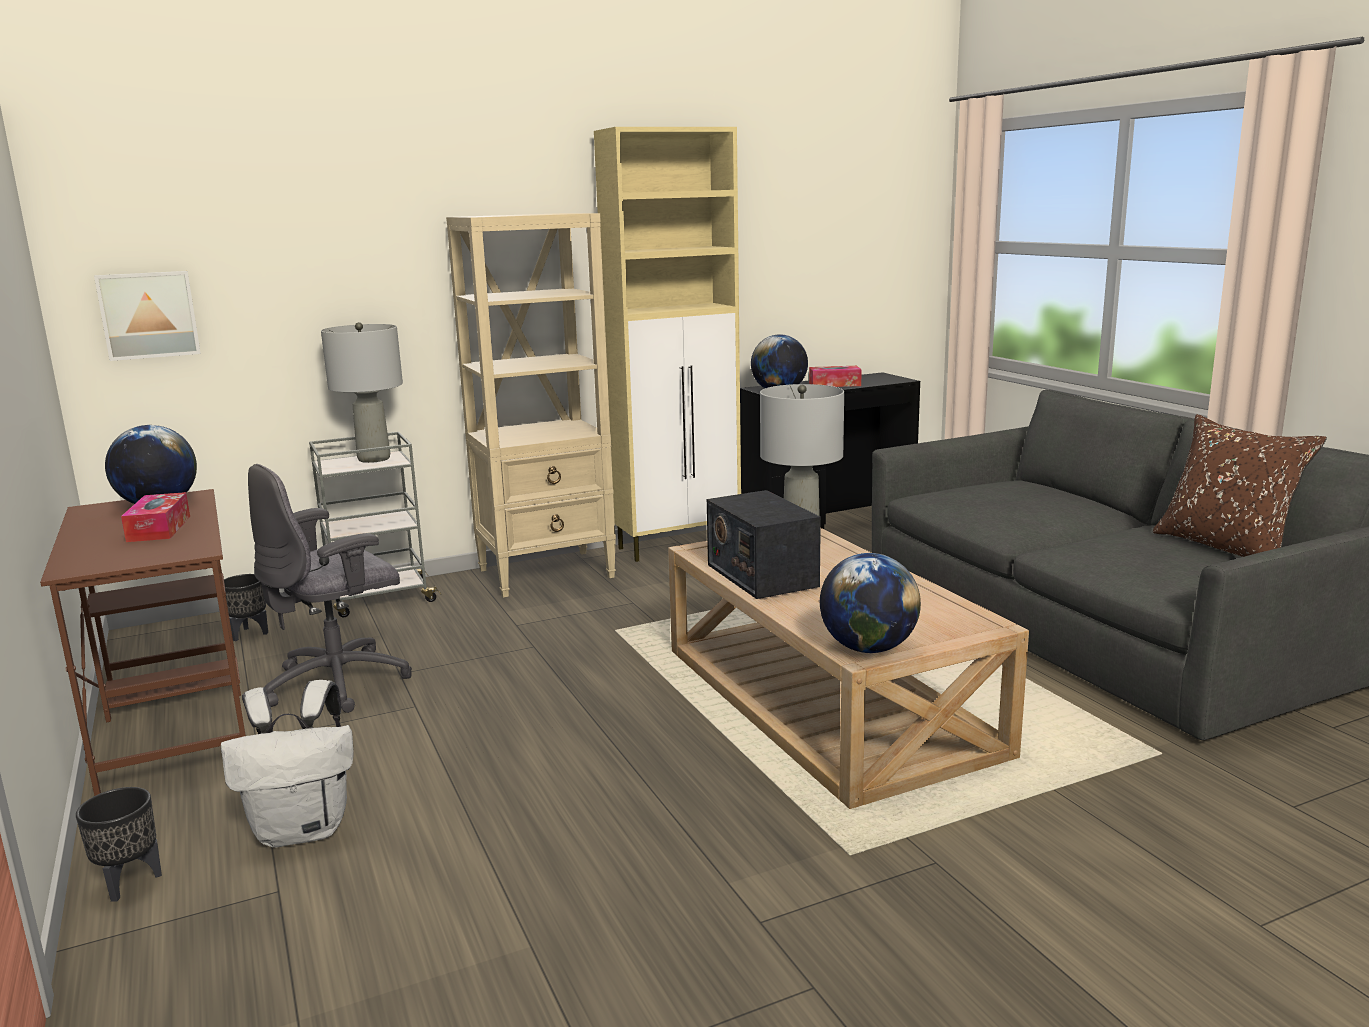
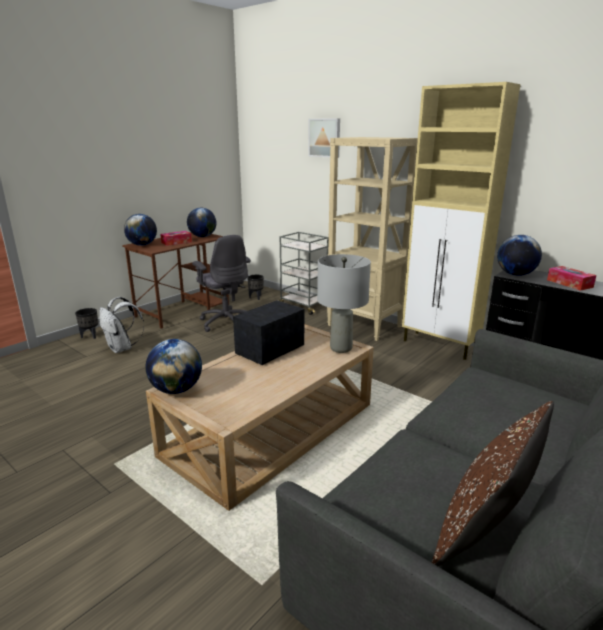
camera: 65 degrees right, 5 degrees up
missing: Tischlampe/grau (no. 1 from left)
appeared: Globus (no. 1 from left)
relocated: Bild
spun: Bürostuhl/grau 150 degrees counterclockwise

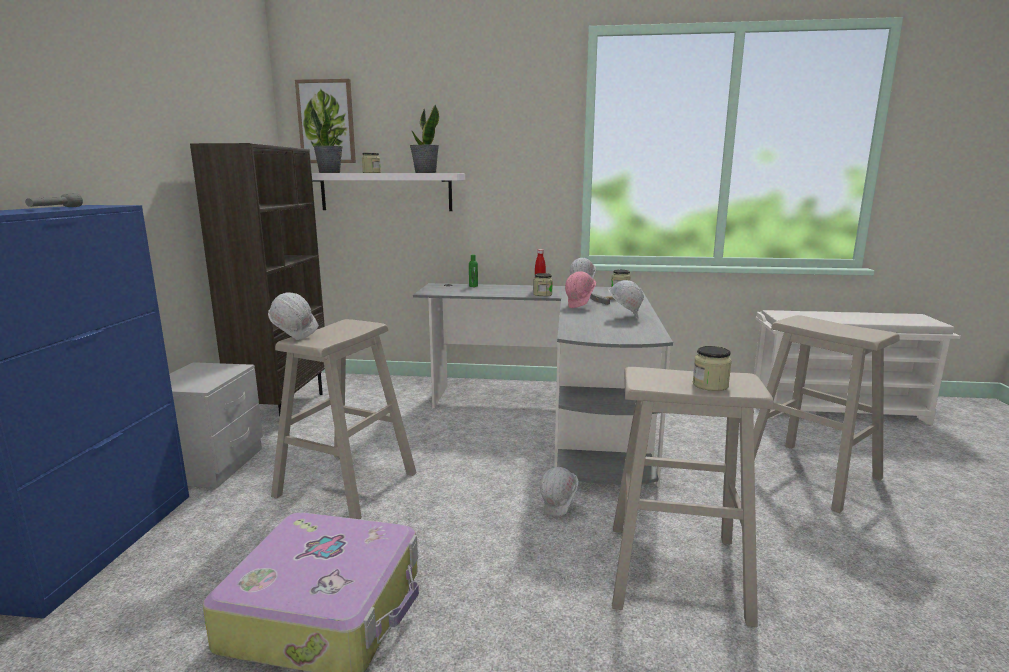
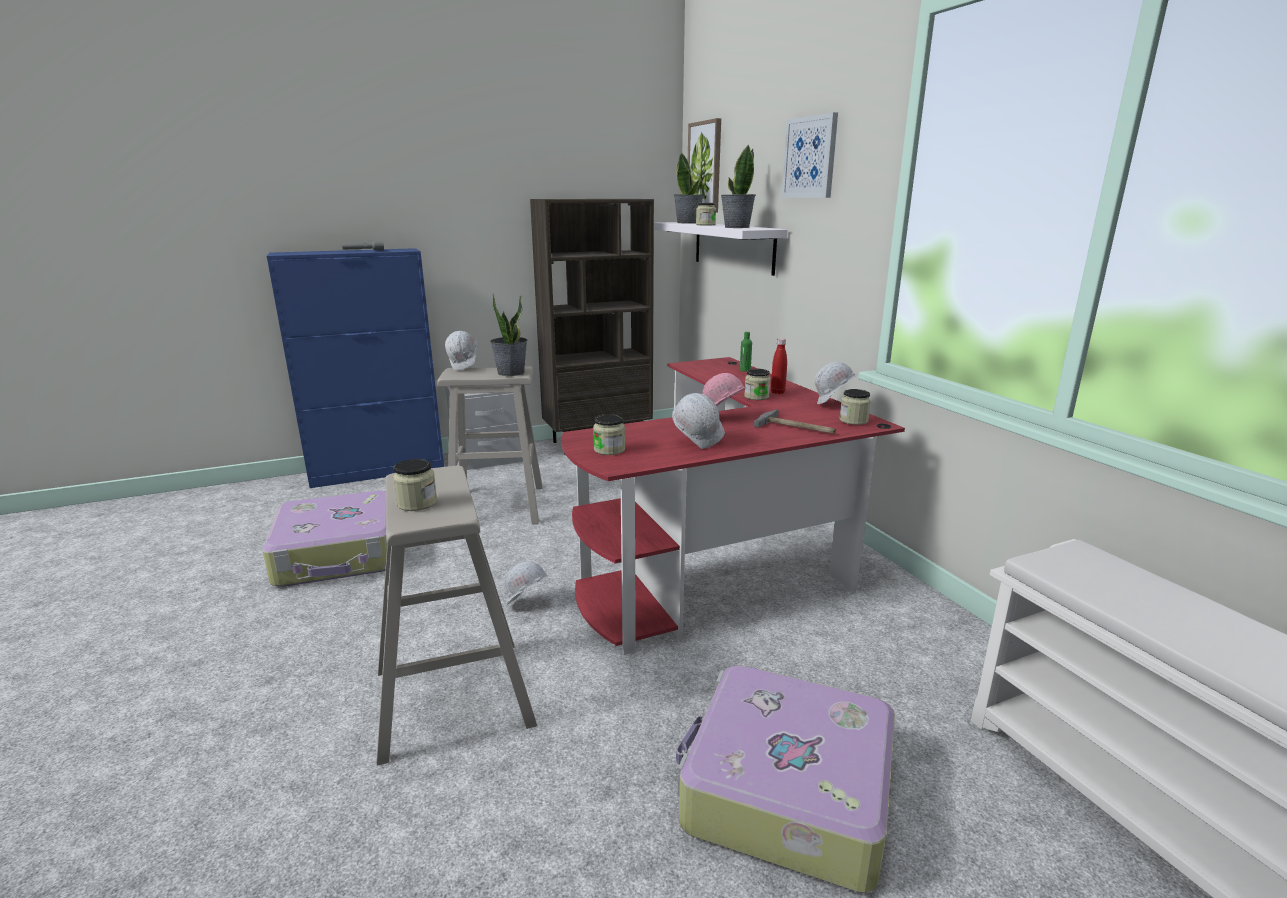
camera: 60 degrees right, 5 degrees up
appeared: Topfpflanze (no. 1 from left); Vorratsglas (no. 2 from left); Bild (no. 2 from left)
exchanged: Hocker/beige (no. 3 from left) to Koffer (no. 2 from left)
colour: Schreibtisch/grau to Schreibtisch/rot

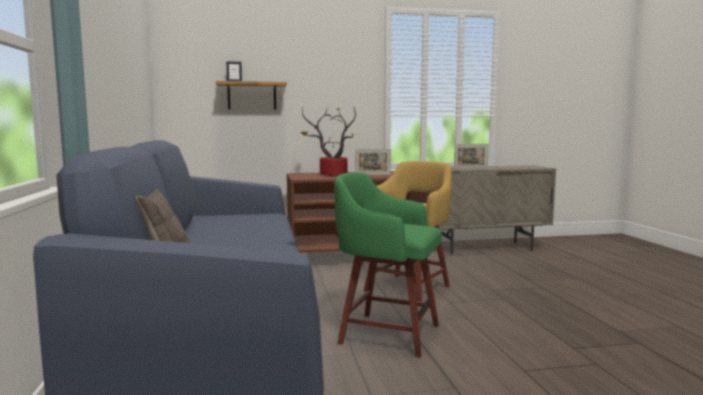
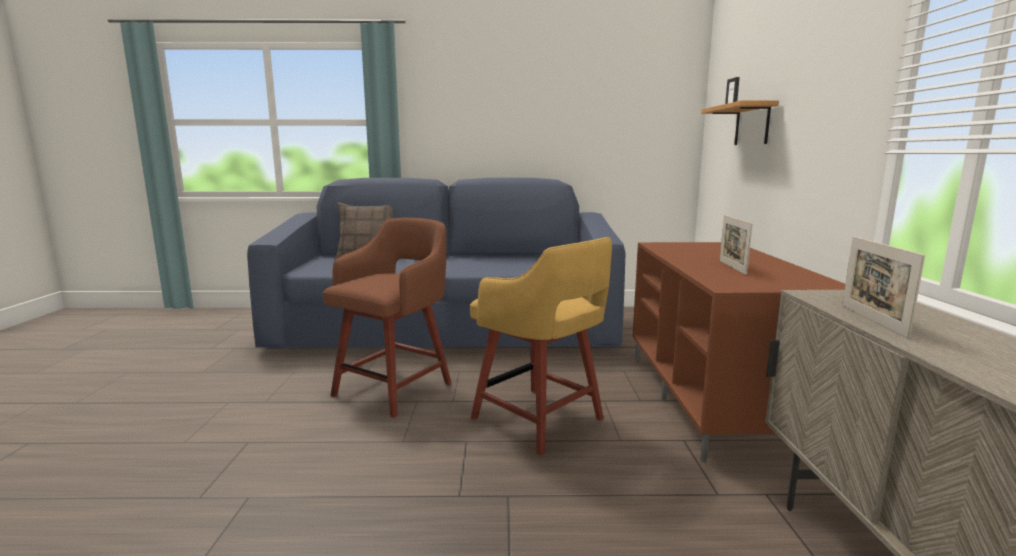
camera: 100 degrees right, 5 degrees up
missing: Topfpflanze
colour: Hocker/grün to Hocker/braun

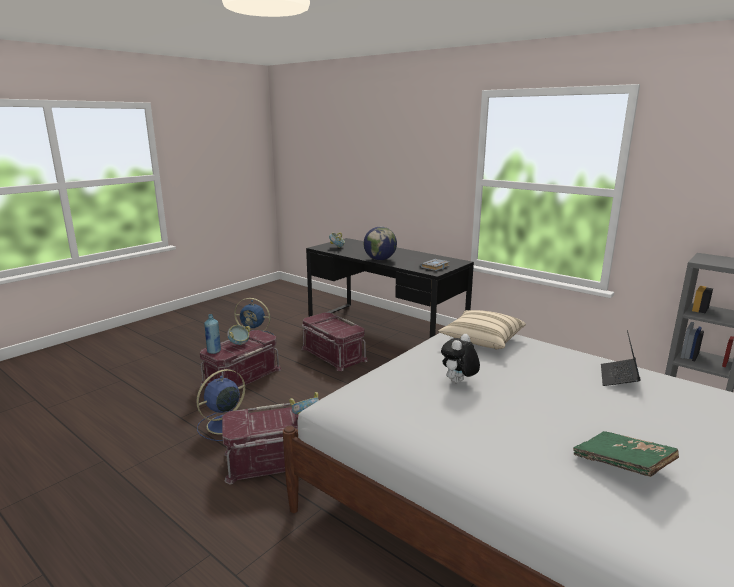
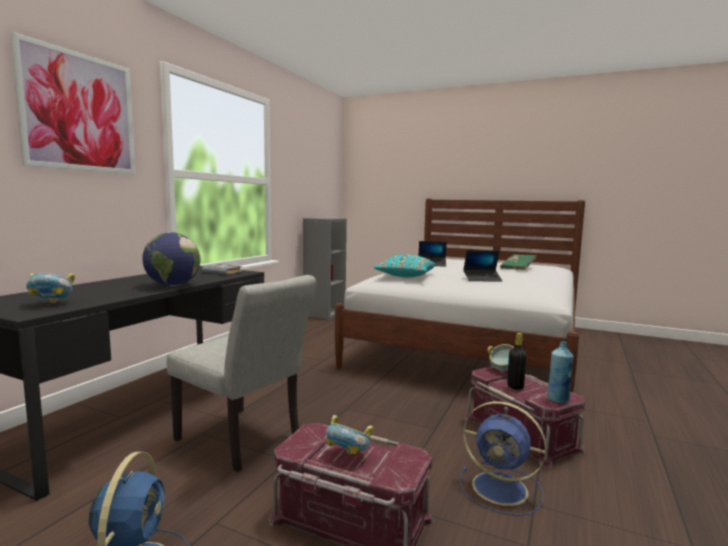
camera: 105 degrees left, 10 degrees down
appeared: Bild; Flasche/schwarz
relocated: Flasche/blau
exchanged: Aufbewahrungsbox/rot (no. 3 from left) to Stuhl/grau; Plüschtier to Laptop (no. 2 from left)
colour: Kissen/beige to Kissen/türkis

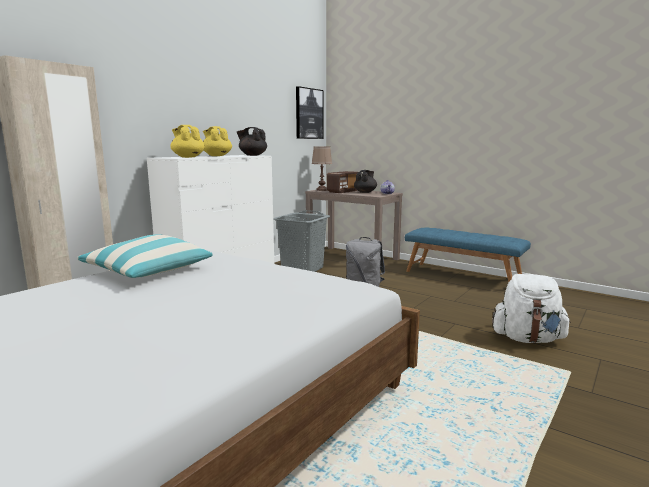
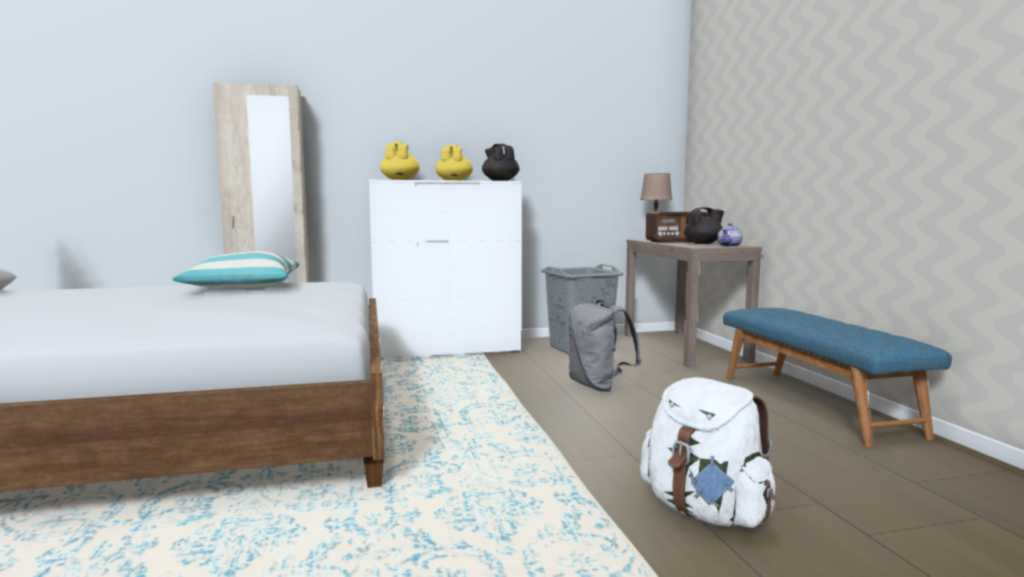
camera: 40 degrees right, 5 degrees down
missing: Bild

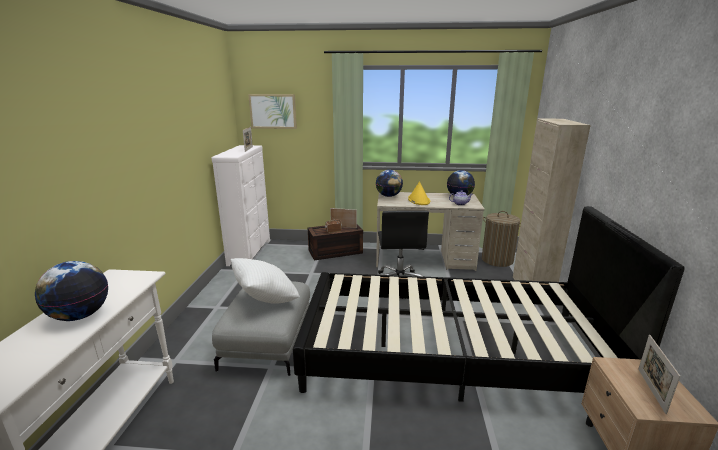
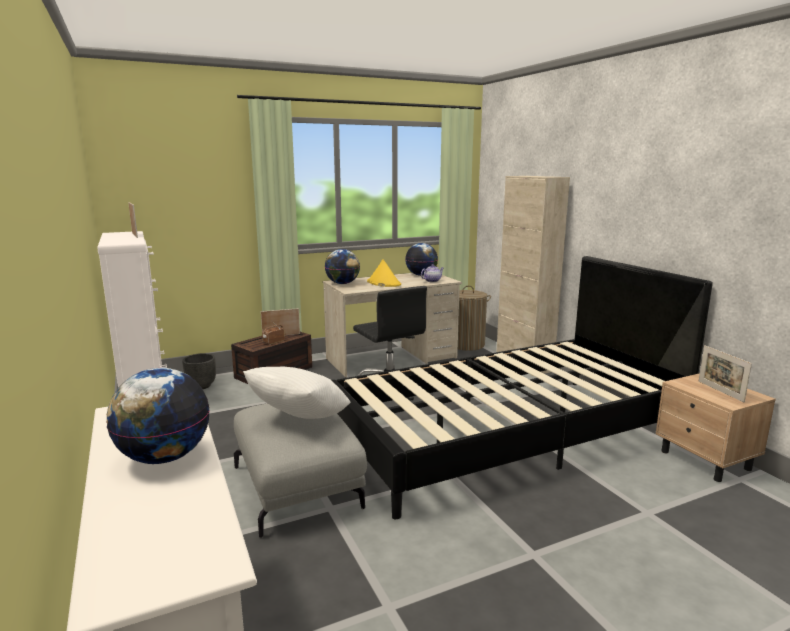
camera: 30 degrees left, 5 degrees down
missing: Bild
appeared: Pflanzkübel/schwarz

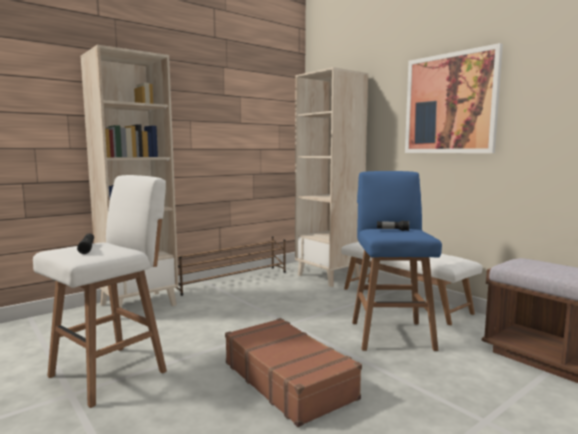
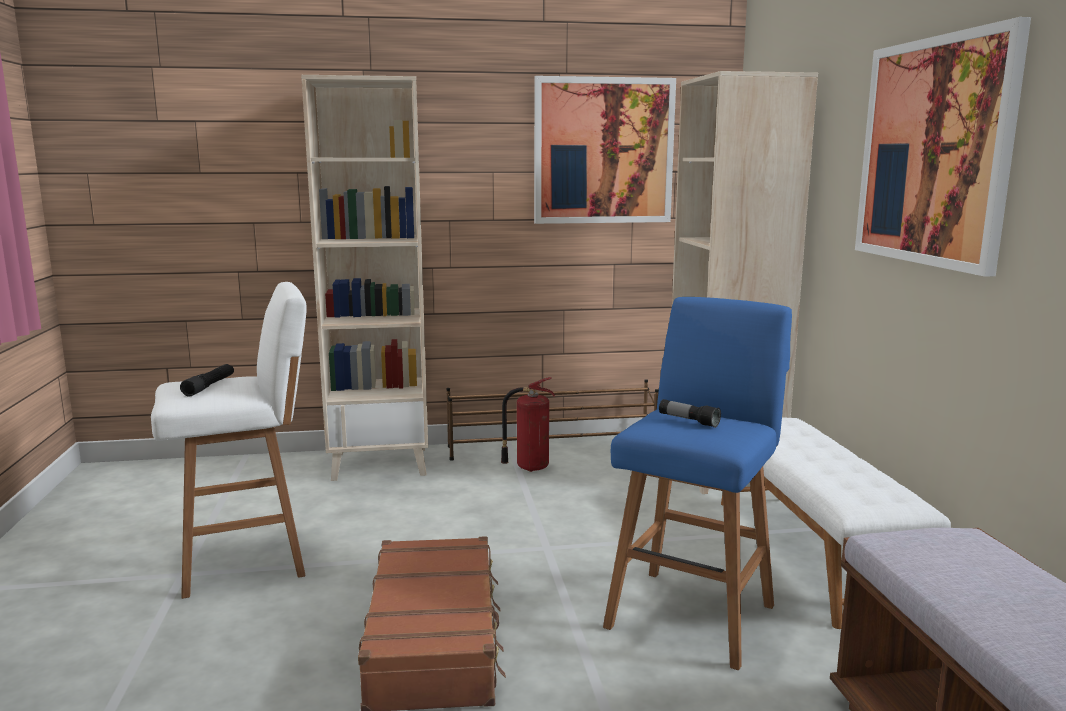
camera: 30 degrees right, 5 degrees up
appeared: Feuerlöscher; Bild (no. 1 from left)

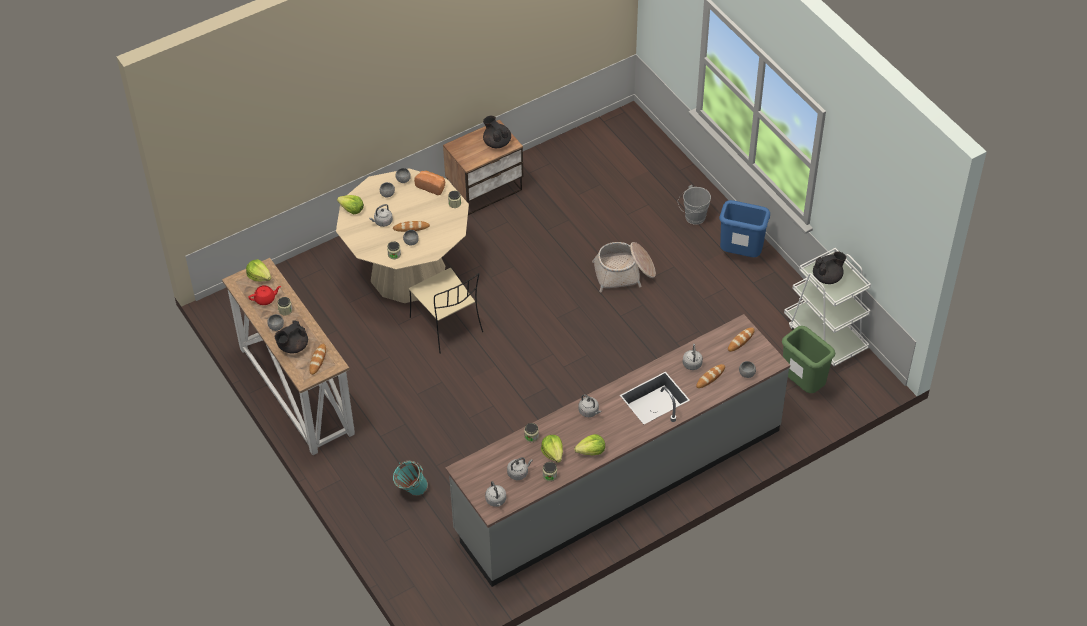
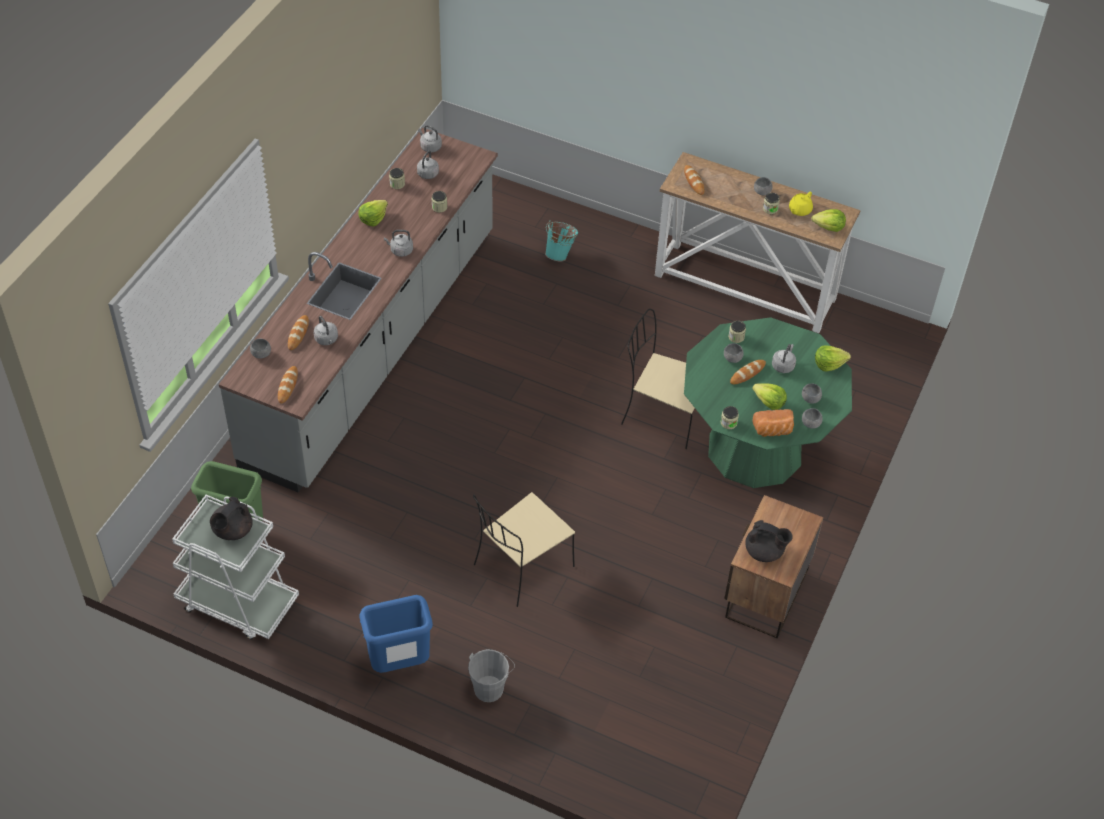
camera: 145 degrees right, 0 degrees up
missing: Teekanne/schwarz (no. 1 from left)
relocated: Salatkopf (no. 3 from left in the first image) to Salatkopf (no. 2 from left)
exchanged: Korb to Stuhl/beige (no. 1 from left)
colour: Teekanne/rot to Teekanne/gelb; Esstisch/beige to Esstisch/grün

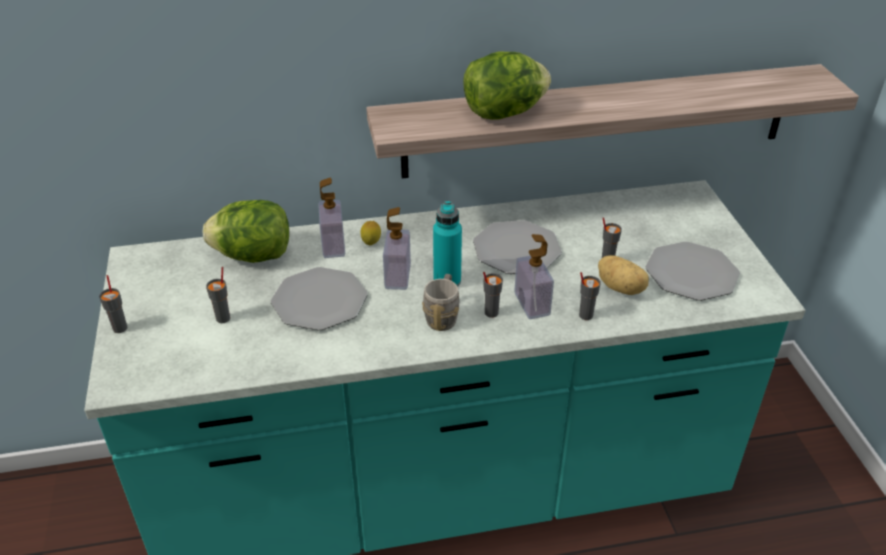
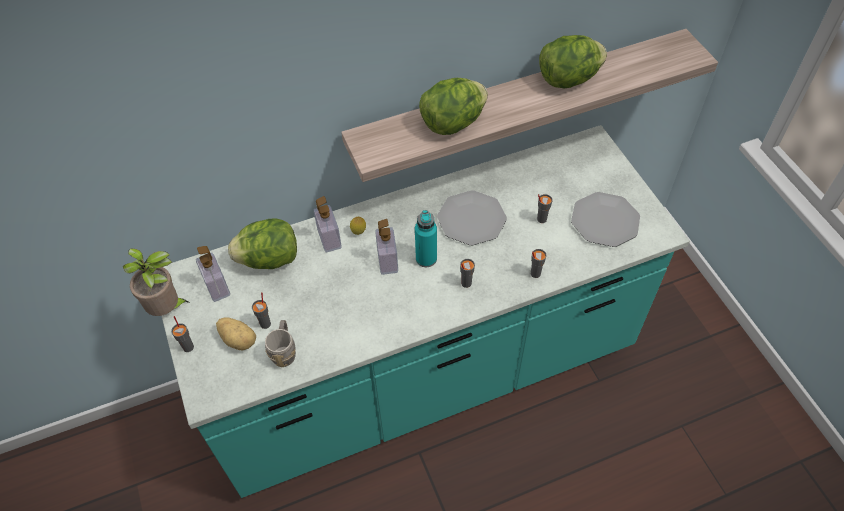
camera: 10 degrees left, 15 degrees up
missing: Teller (no. 1 from left)
appeared: Topfpflanze; Salatkopf (no. 3 from left)
relocated: Henkelbecher/grau; Seifenspender (no. 3 from left in the first image) to Seifenspender (no. 1 from left); Kartoffel

